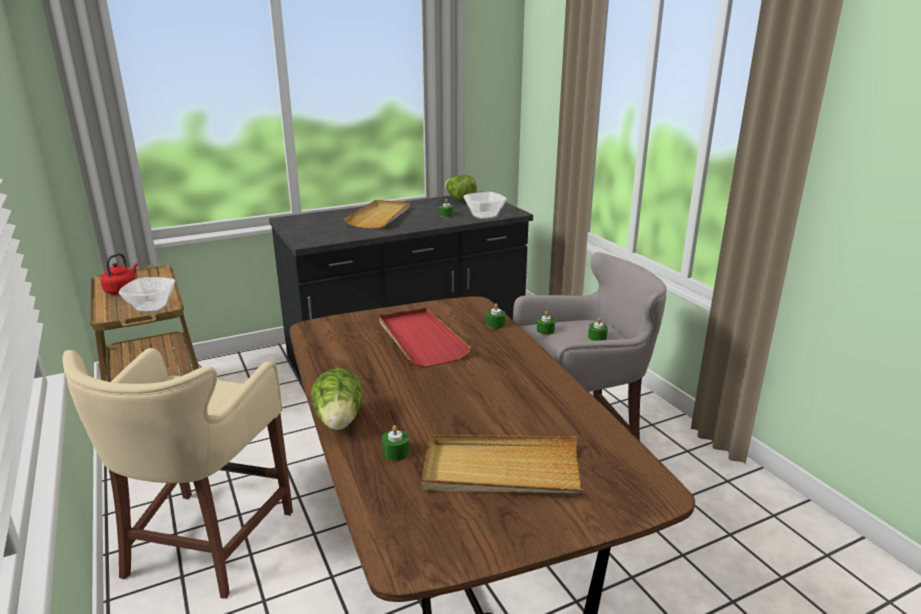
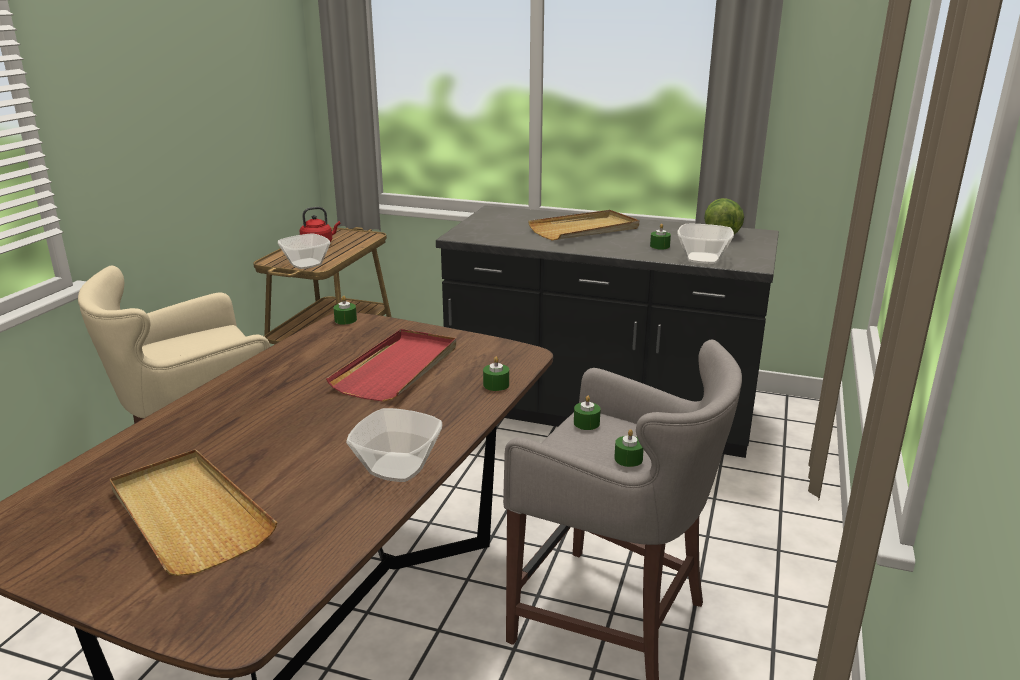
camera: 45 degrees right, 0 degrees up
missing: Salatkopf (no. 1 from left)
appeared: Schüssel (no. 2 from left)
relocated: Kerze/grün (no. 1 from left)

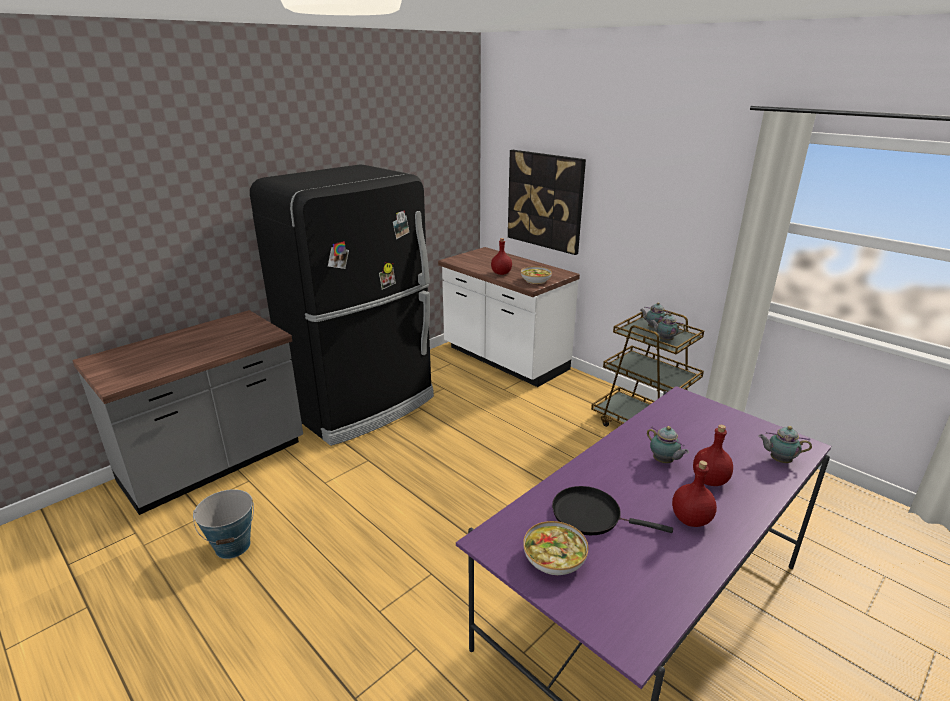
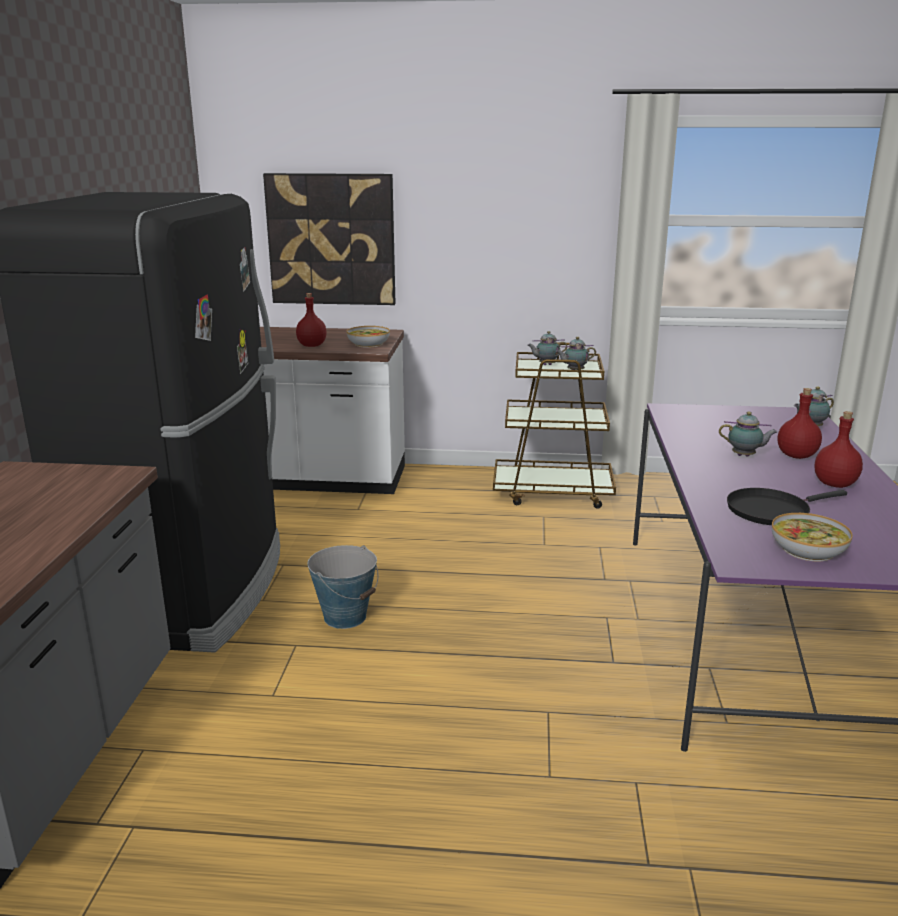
camera: 40 degrees left, 5 degrees down
relocated: Eimer

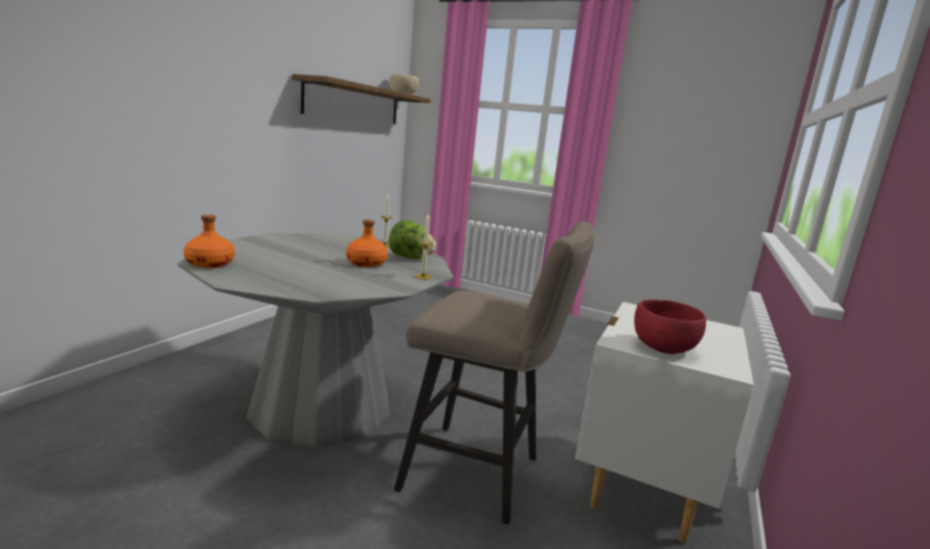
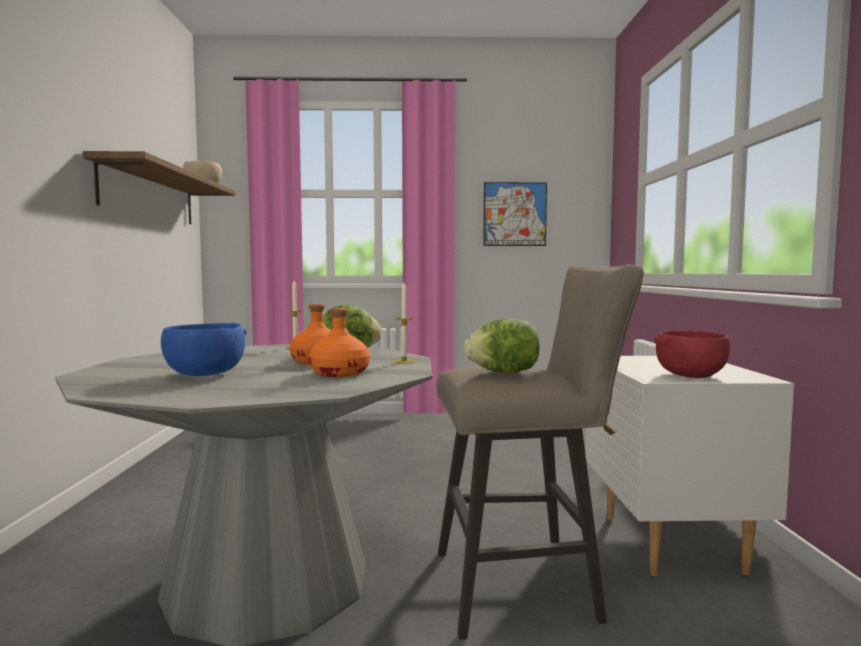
camera: 25 degrees left, 10 degrees down
appeared: Schüssel/blau; Salatkopf (no. 2 from left); Bild
relocated: Flasche/orange (no. 1 from left in the first image) to Flasche/orange (no. 2 from left)

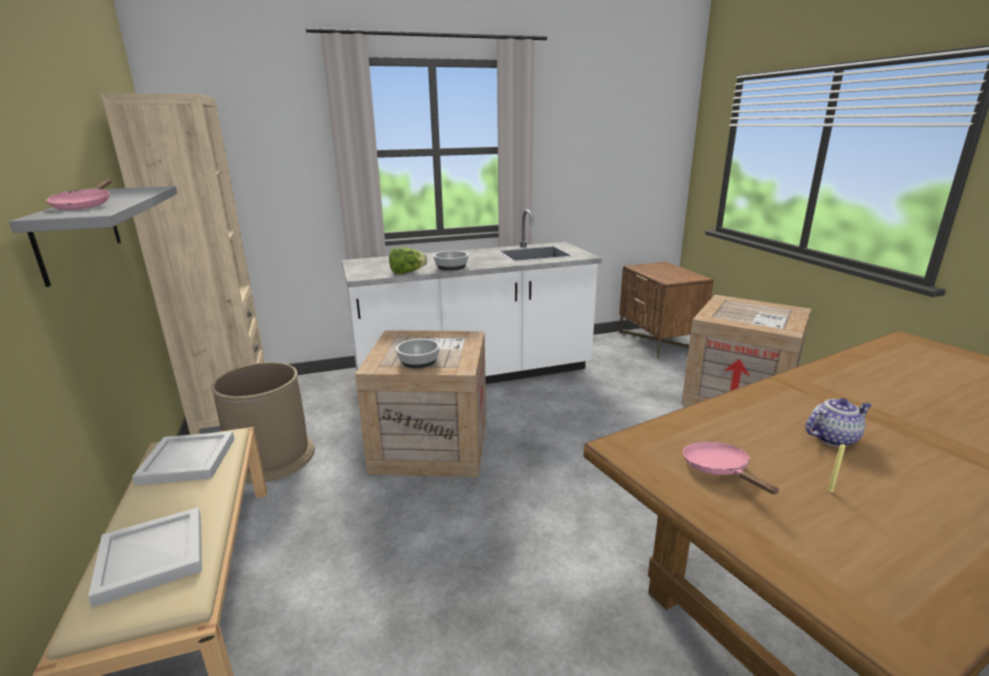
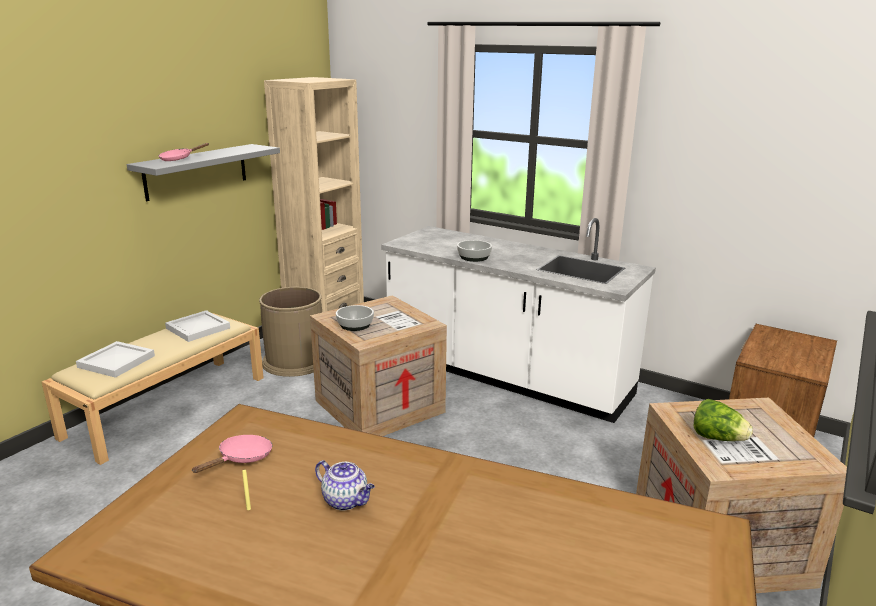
camera: 50 degrees right, 0 degrees up
relocated: Salatkopf

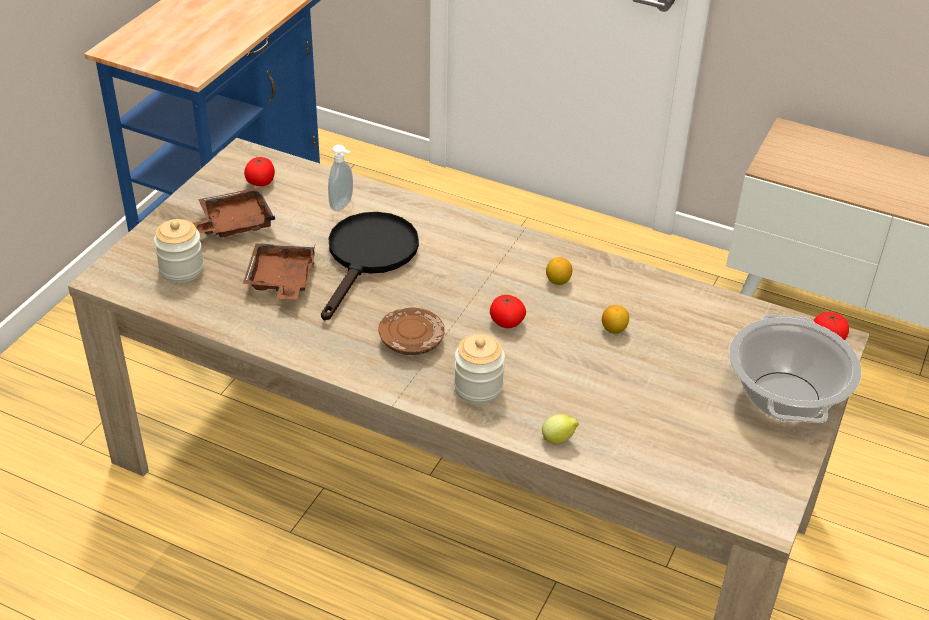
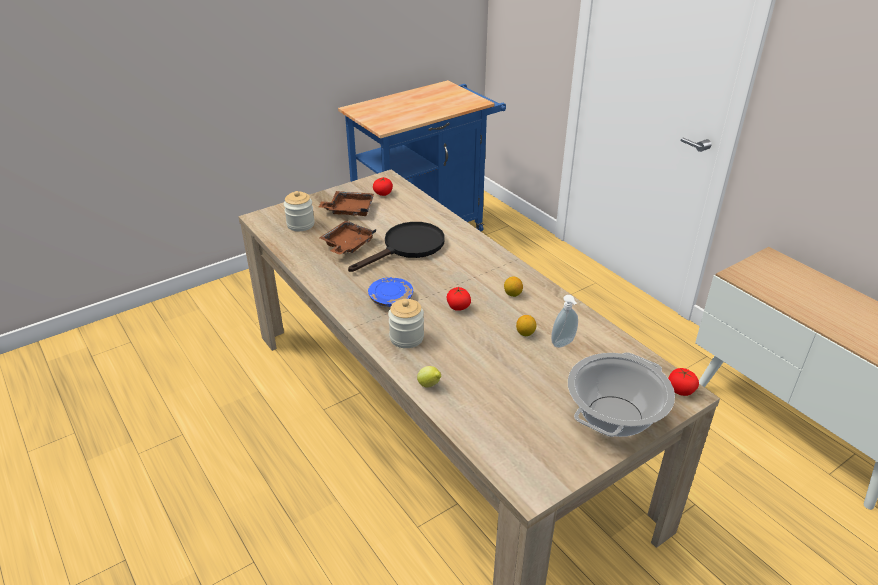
camera: 30 degrees right, 5 degrees down
relocated: Seifenspender
colour: Teller/braun to Teller/blau

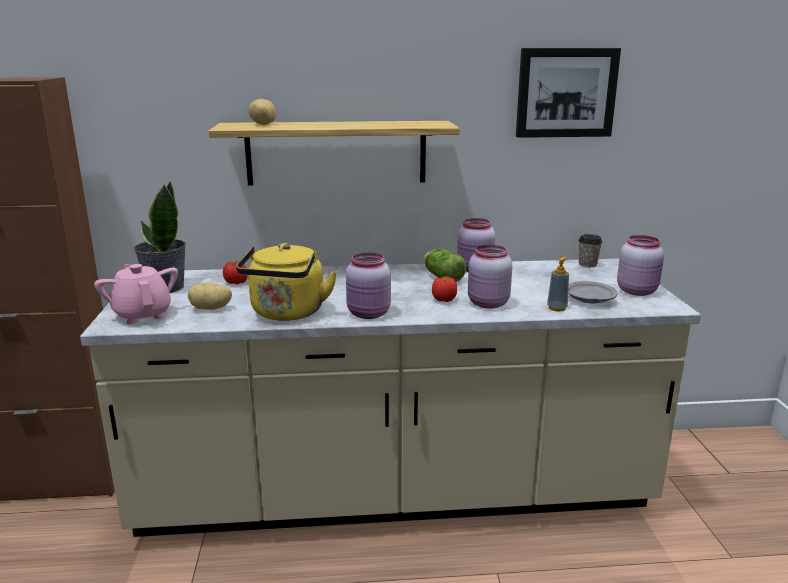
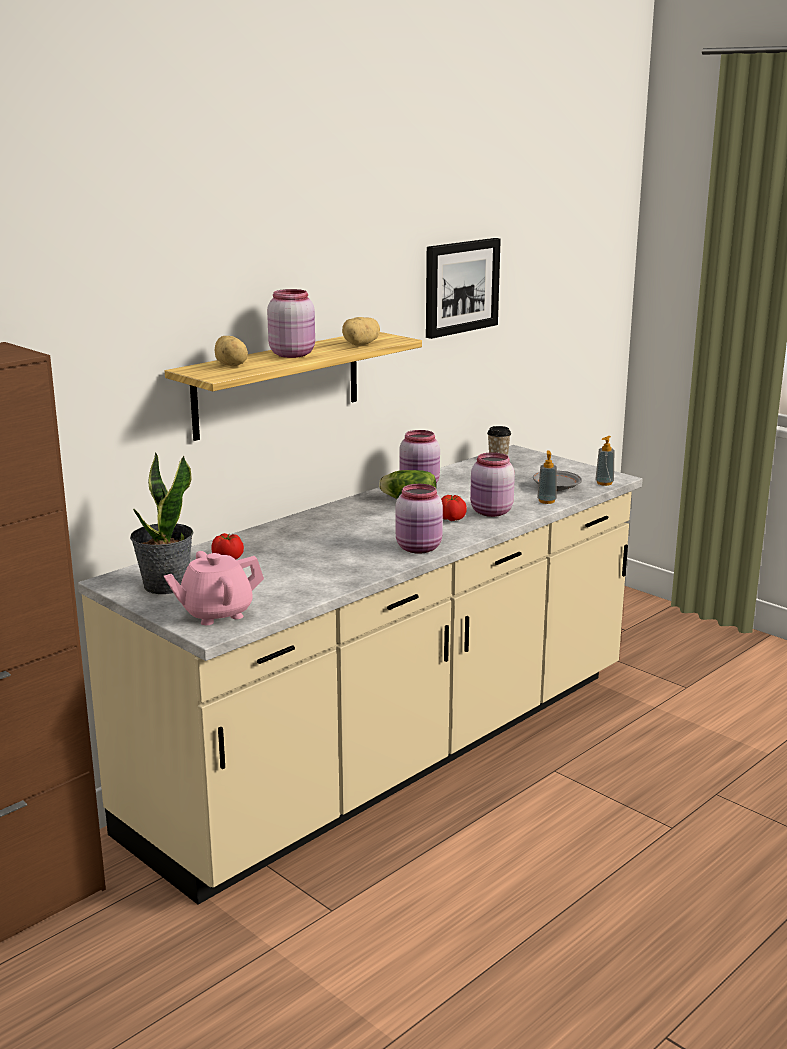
camera: 40 degrees left, 0 degrees up
missing: Wasserkessel/gelb
appeared: Seifenspender (no. 2 from left)
relocated: Kartoffel (no. 1 from left in the first image) to Kartoffel (no. 2 from left); Vorratsglas/rosa (no. 4 from left in the first image) to Vorratsglas/rosa (no. 1 from left)
spun: Teekanne/rosa 45 degrees counterclockwise

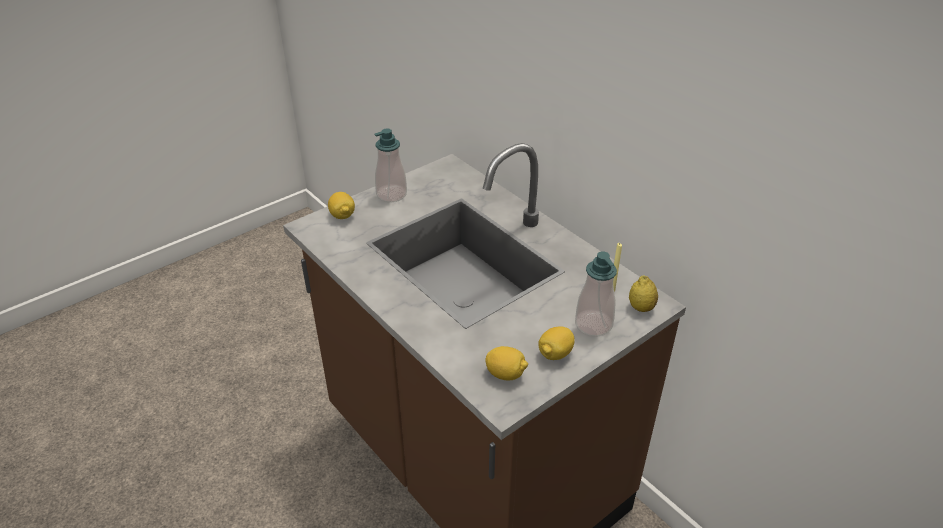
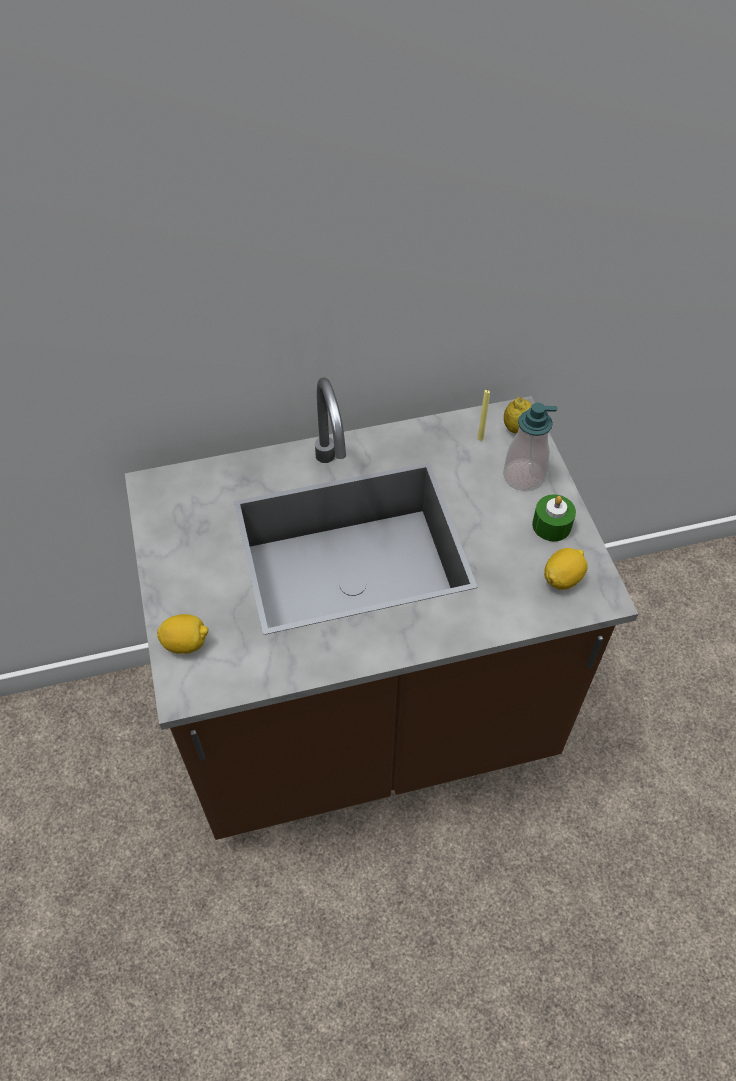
camera: 65 degrees left, 15 degrees up
missing: Seifenspender (no. 1 from left)
exchanged: Zitrone (no. 3 from left) to Kerze/grün

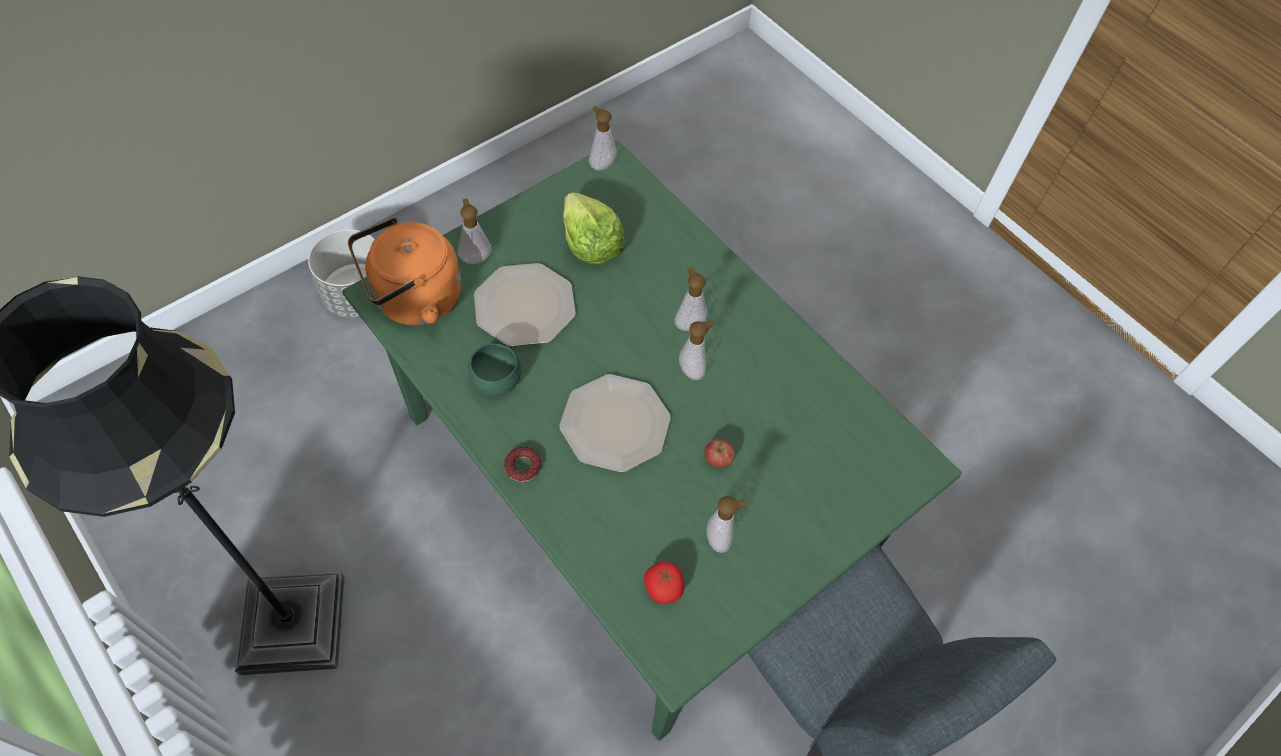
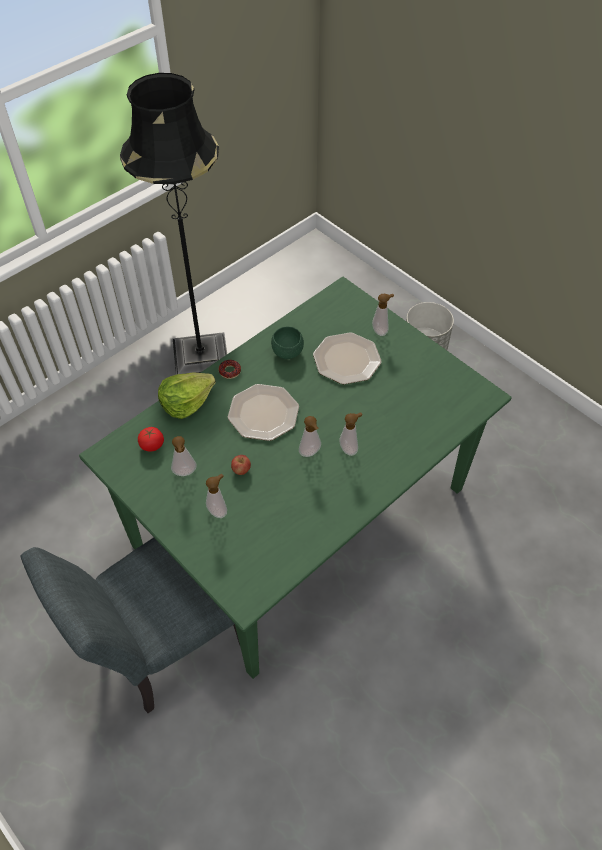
camera: 90 degrees right, 5 degrees down
missing: Wasserkessel/orange
relocated: Salatkopf; Seifenspender (no. 2 from left)

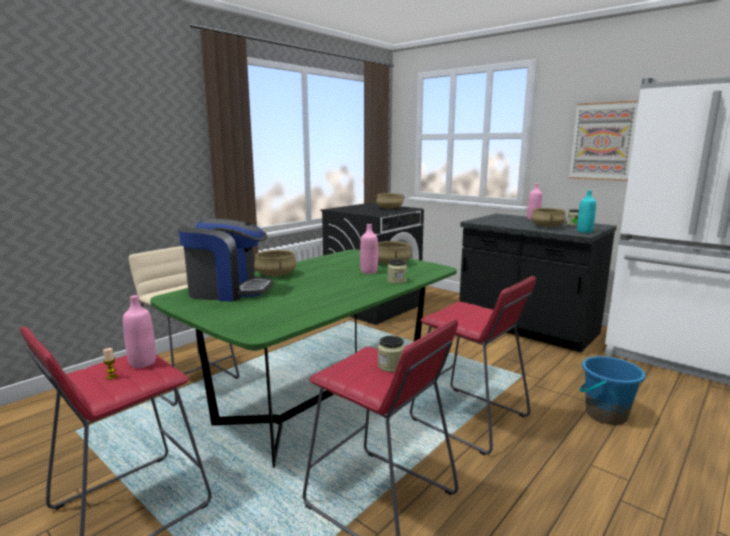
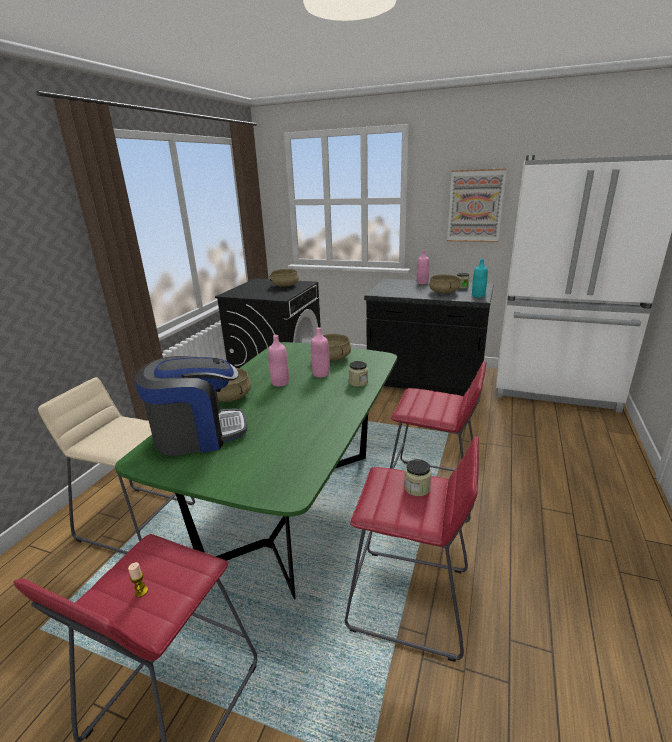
camera: 20 degrees left, 10 degrees up
missing: Eimer/blau
relocated: Flasche/rosa (no. 1 from left)

